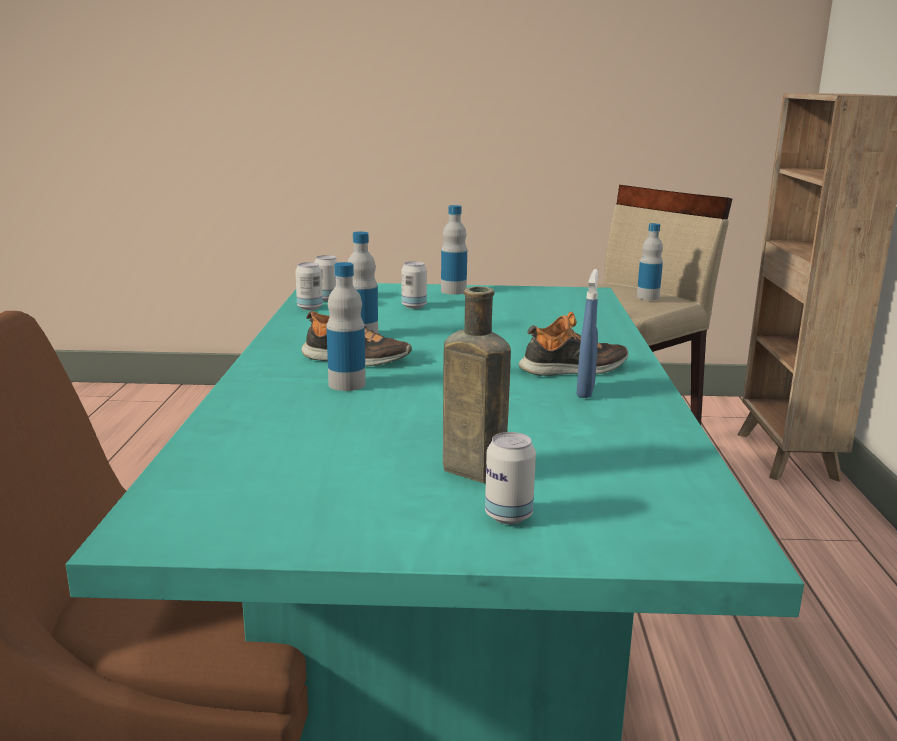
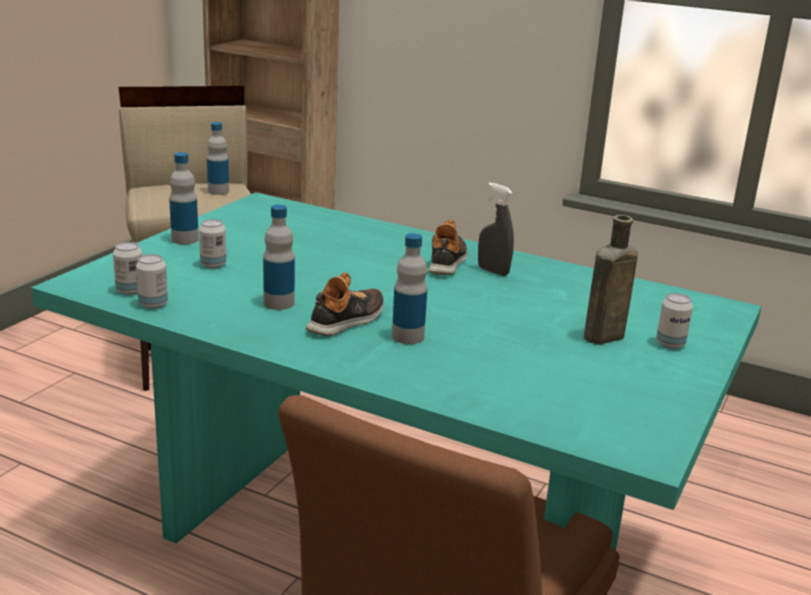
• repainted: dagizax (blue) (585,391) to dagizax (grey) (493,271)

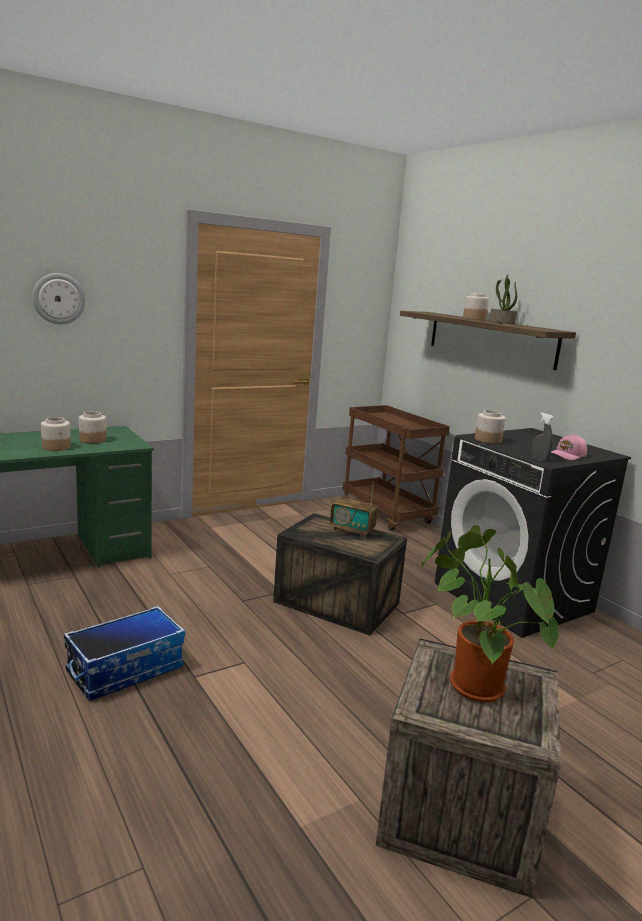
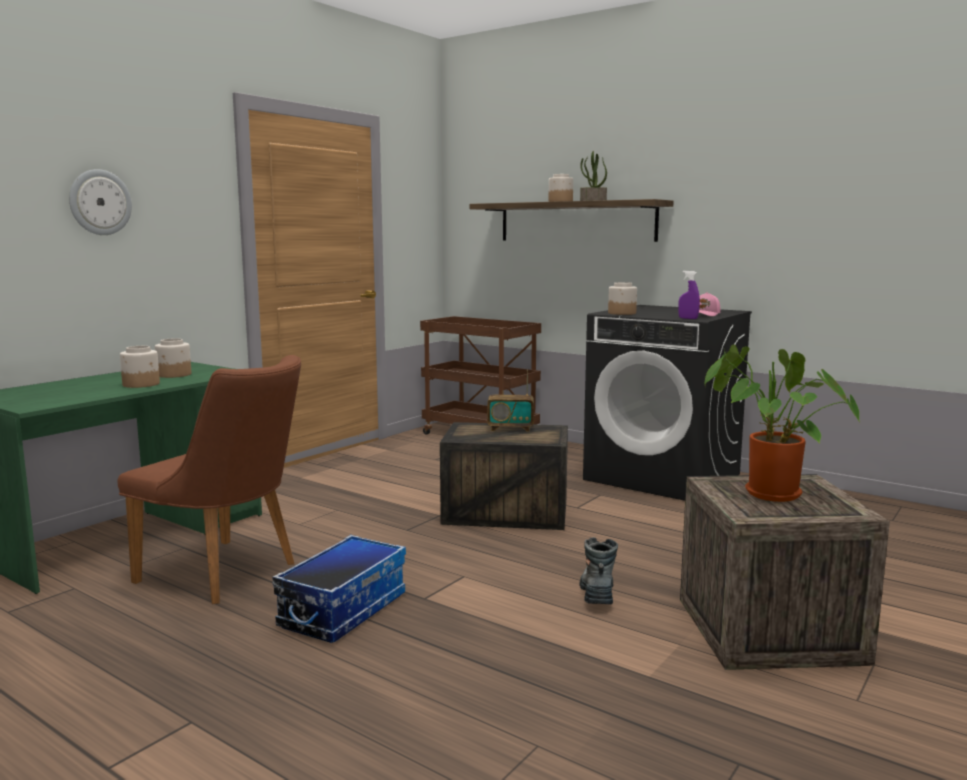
• new: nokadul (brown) (228,574)
• new: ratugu (597,592)
• repainted: dagizax (grey) (539,460) to dagizax (purple) (688,318)

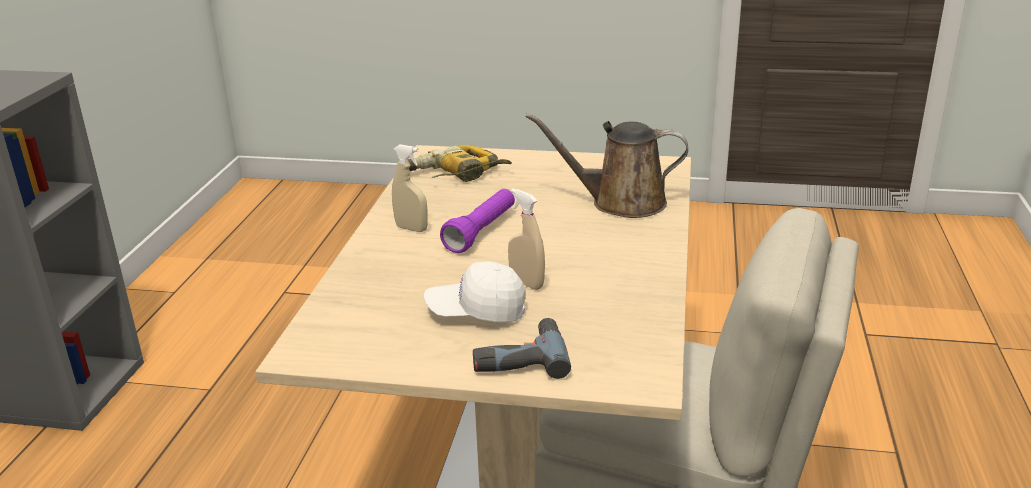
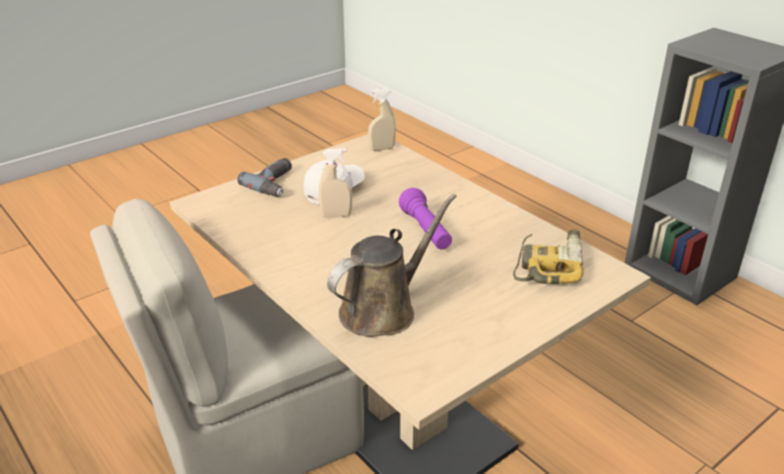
• shifted: dagizax (beige) (411,229) to (382,149)

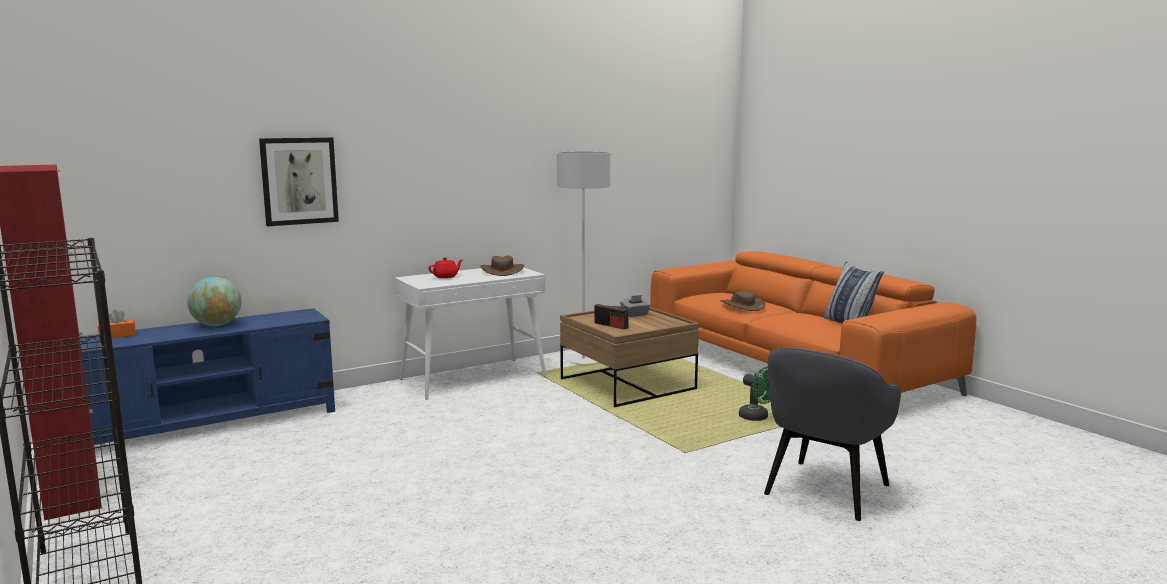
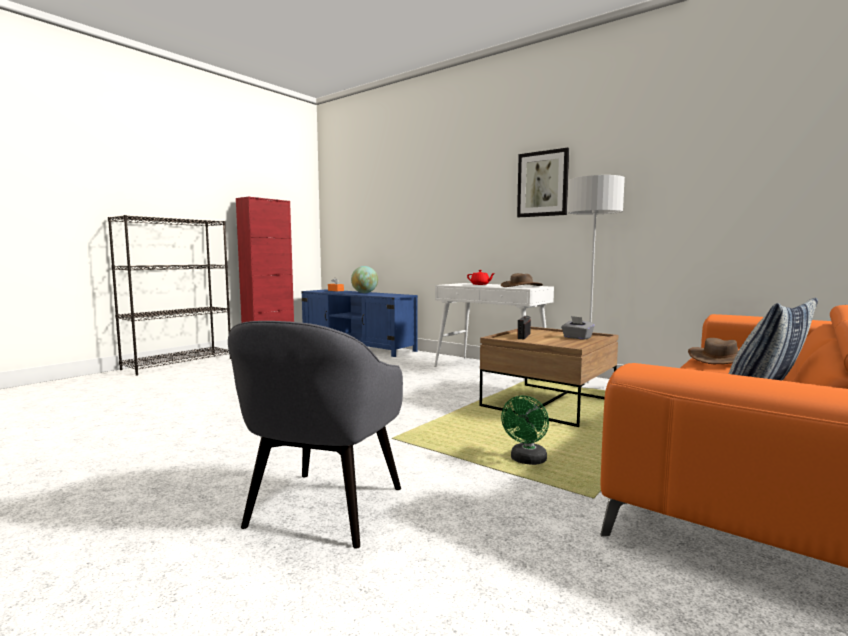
• rotated: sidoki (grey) (825,491) = (324,508) 90 degrees counterclockwise
• shifted: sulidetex (299,181) to (543,184)

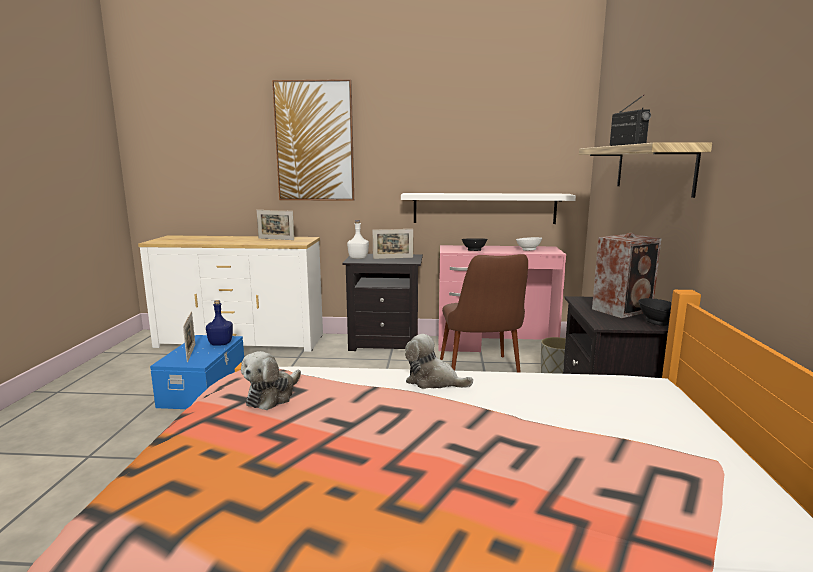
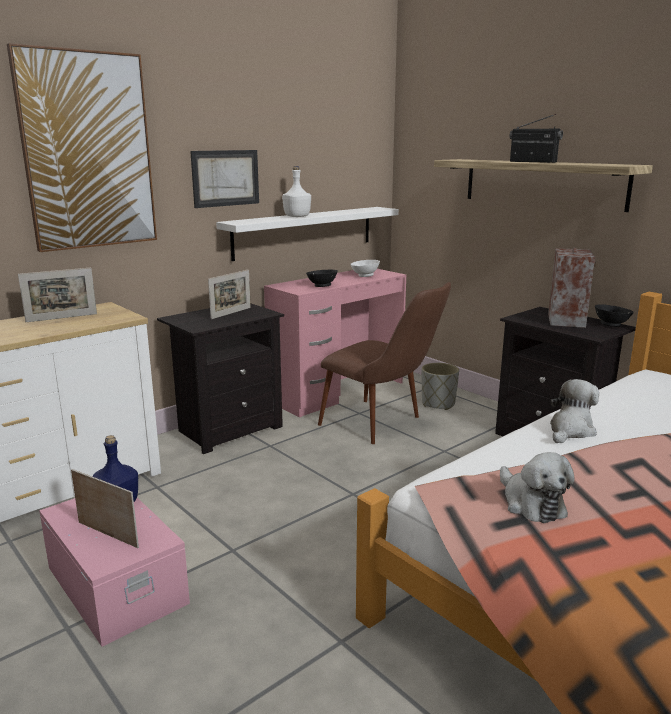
• repainted: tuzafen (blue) (205,388) to tuzafen (pink) (118,584)
• new: sulidetex (225,178)
• shifted: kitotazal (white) (358,258) to (296,216)
• rotated: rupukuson (433,381) = (570,430) 150 degrees clockwise

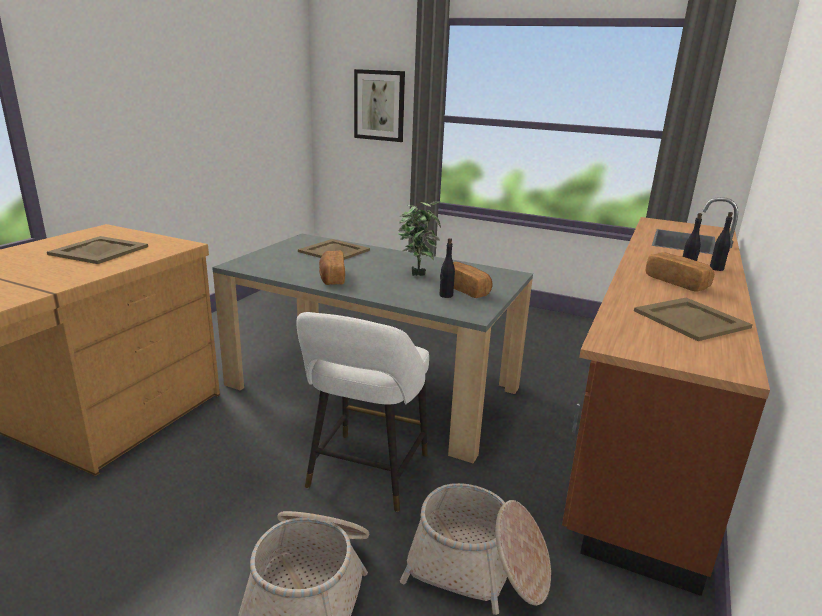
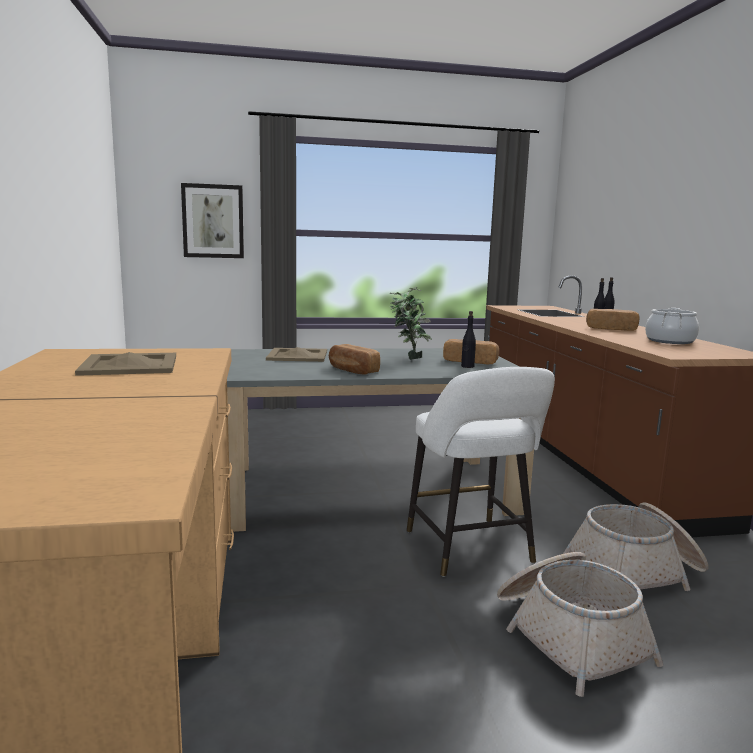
• swapped: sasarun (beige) (691,319) to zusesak (670,341)

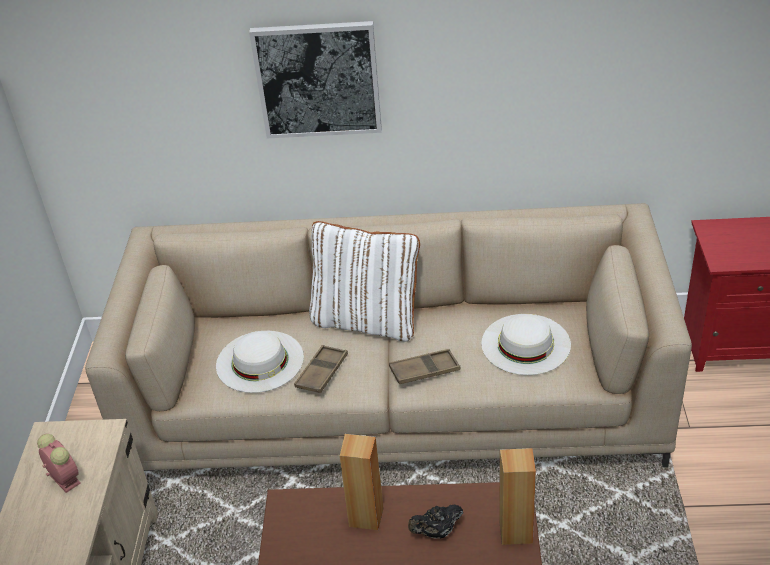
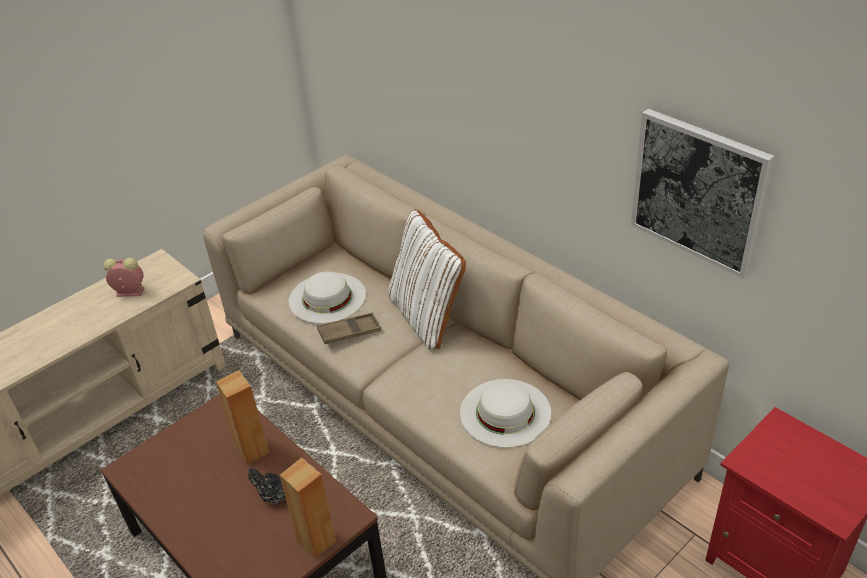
• rotated: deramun (63,478) = (129,292) 90 degrees counterclockwise
• shifted: sulidetex (318,79) to (699,191)
• gone: sasarun (brown) (424,370)

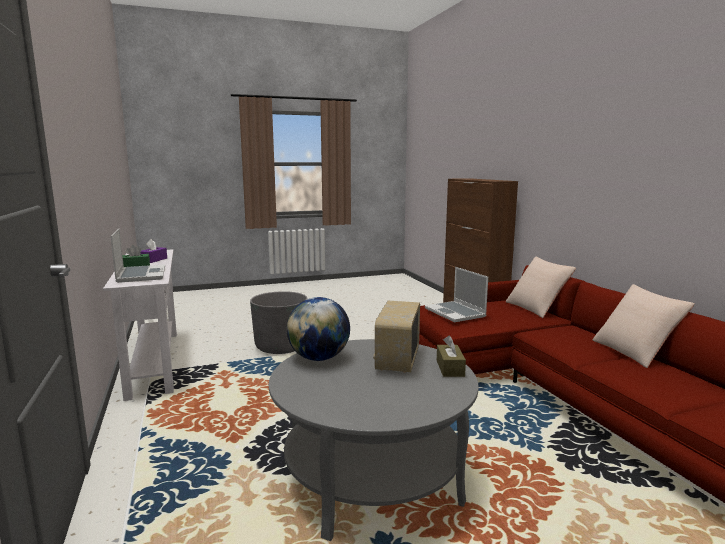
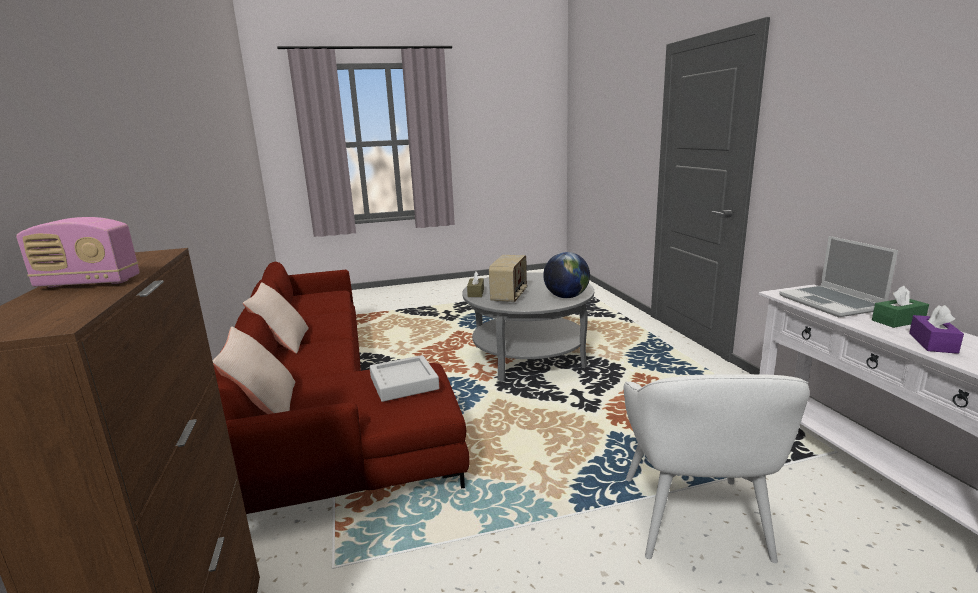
• new: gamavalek (88,283)
• swapped: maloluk (456,313) to sasarun (grey) (404,383)
• swapped: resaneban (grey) (281,346) to sidoki (white) (694,519)

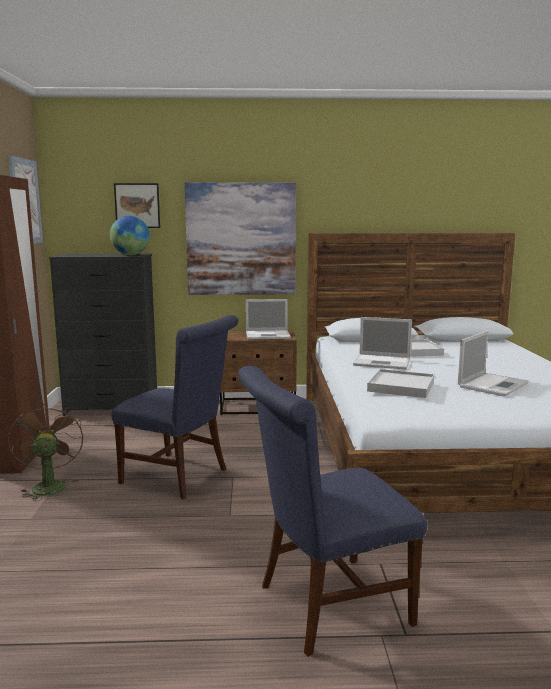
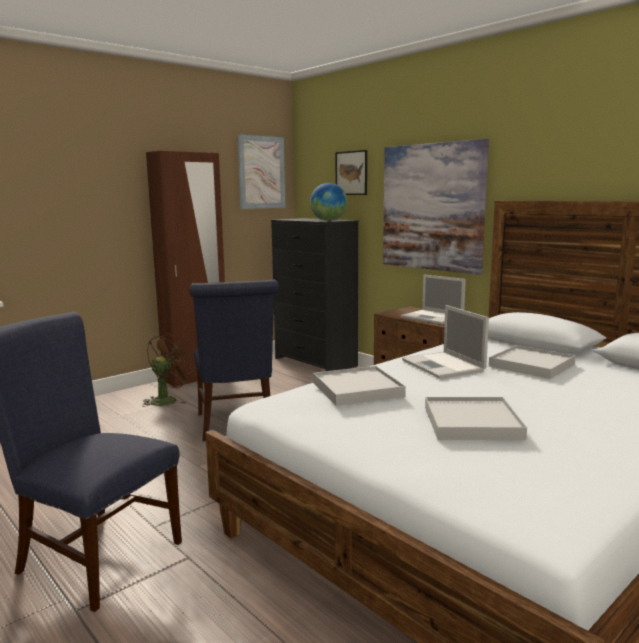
• swapped: maloluk (493,384) to sasarun (white) (472,423)

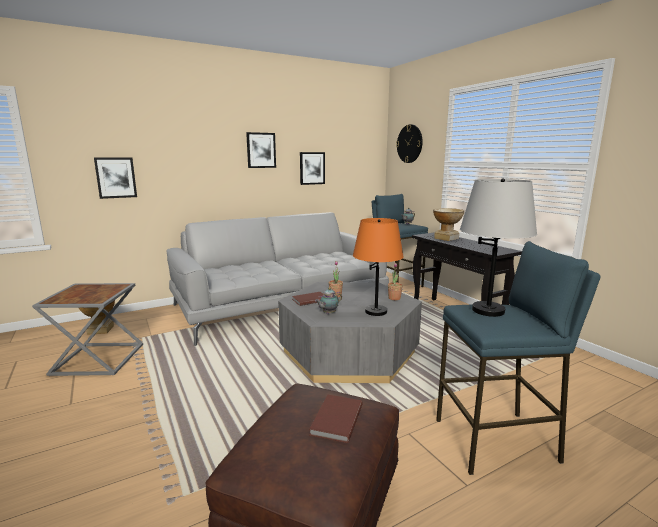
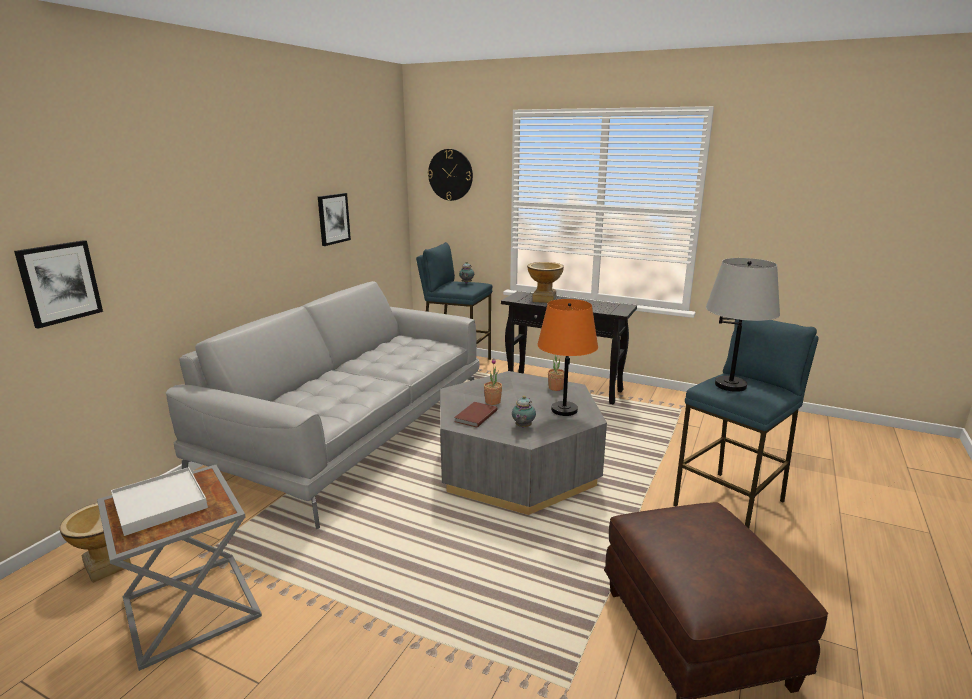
• new: sasarun (white) (160,503)
• gone: sulidetex (261,150)
• gone: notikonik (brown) (335,420)

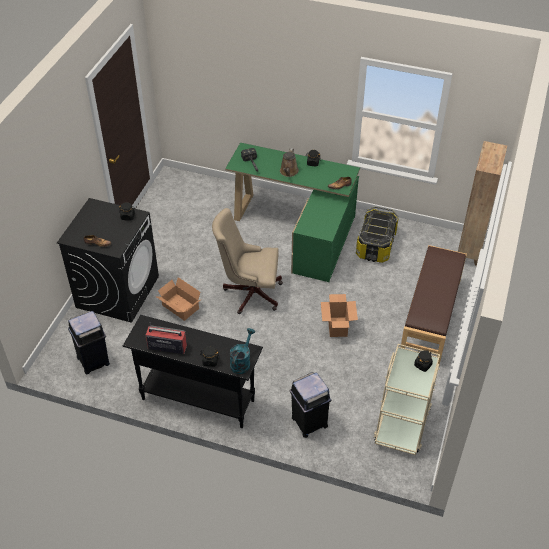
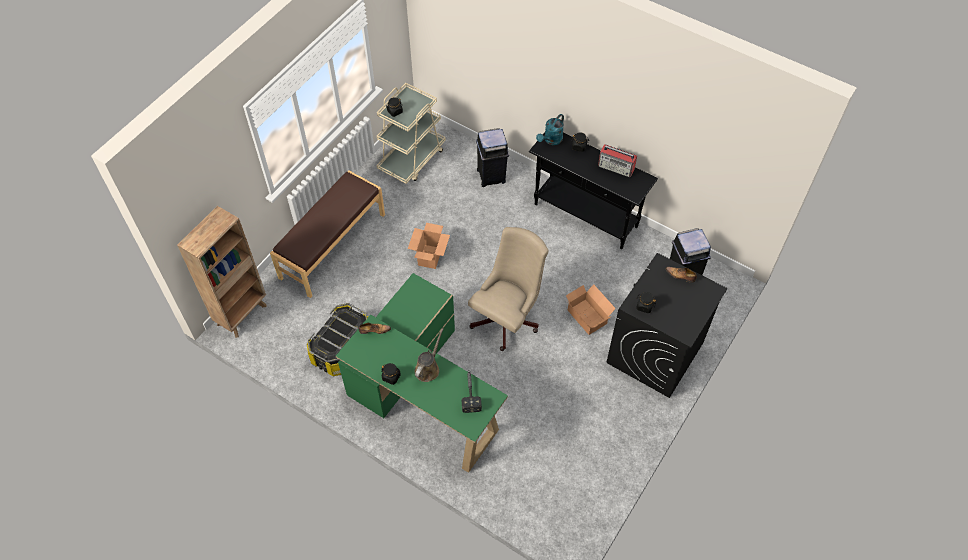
• rotated: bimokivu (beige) (249,292) = (508,317) 75 degrees counterclockwise

